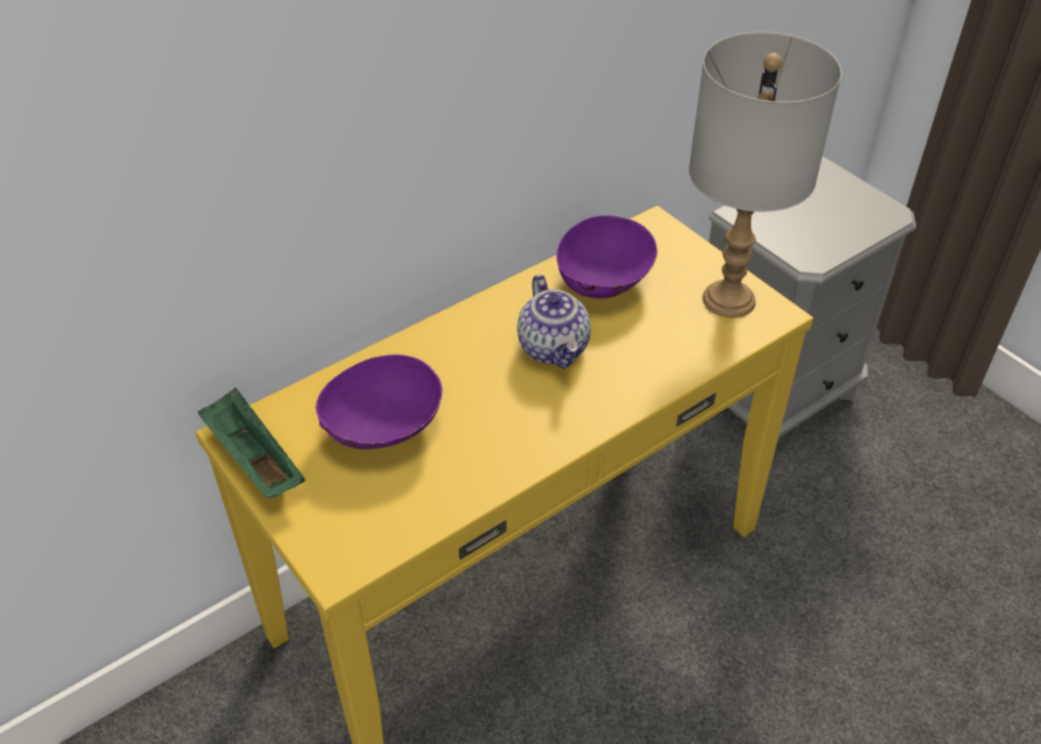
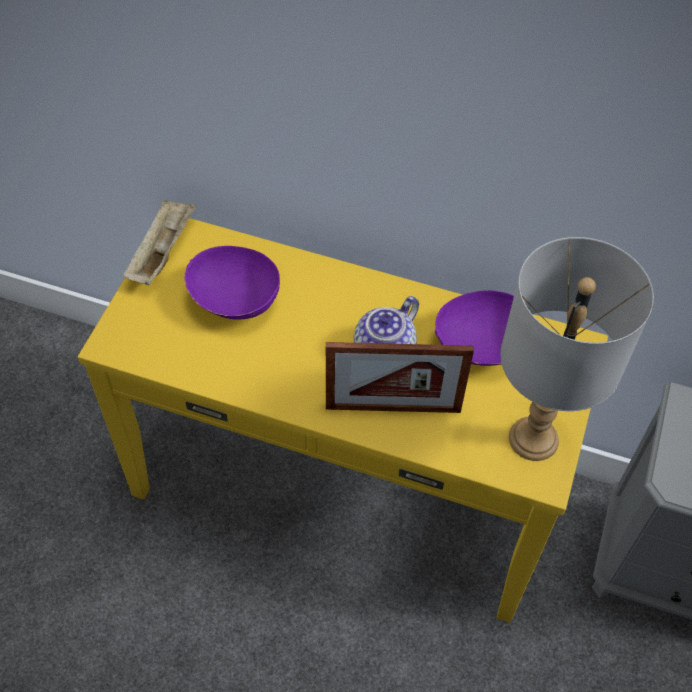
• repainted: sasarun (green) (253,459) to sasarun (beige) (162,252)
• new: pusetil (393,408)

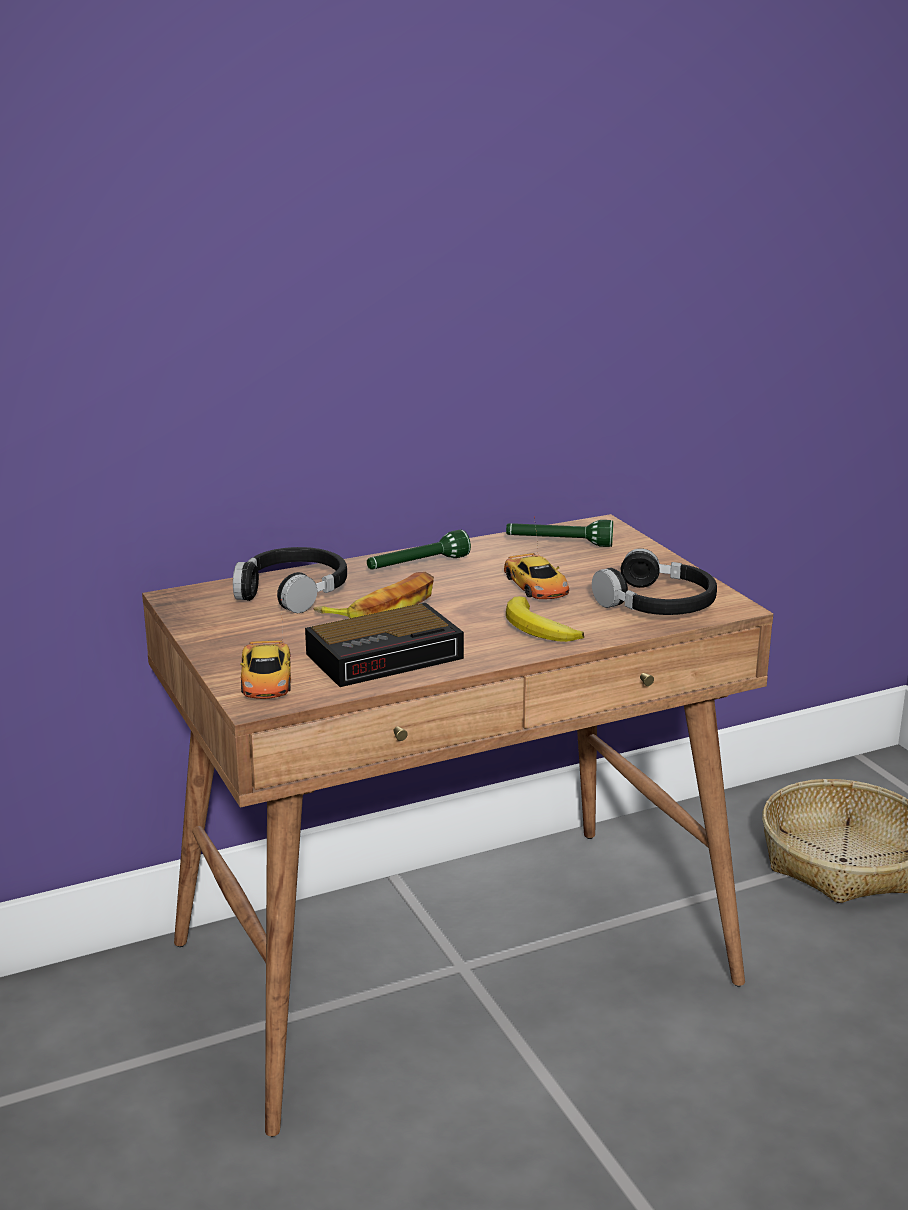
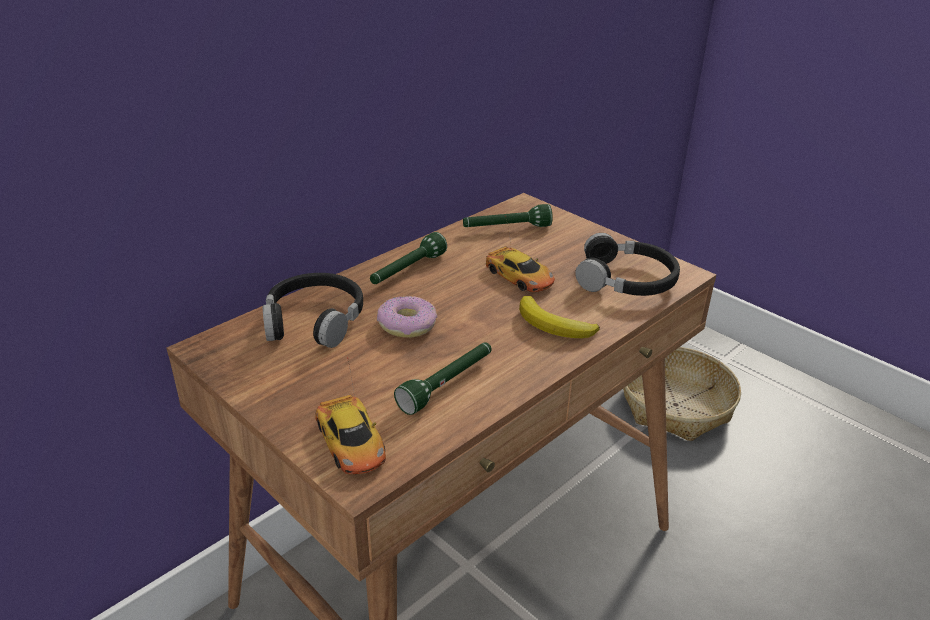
• swapped: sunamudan (383,607) to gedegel (407,324)
• swapped: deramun (388,655) to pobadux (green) (448,384)

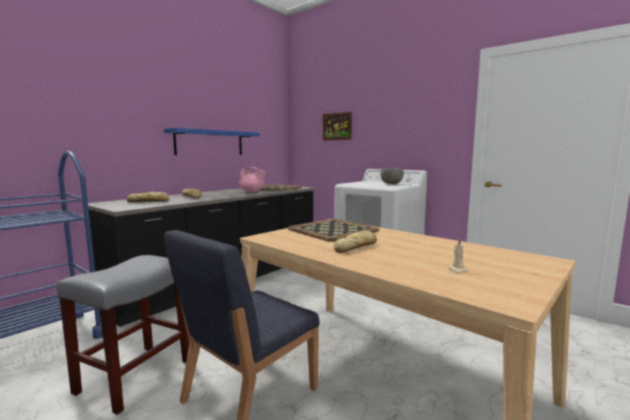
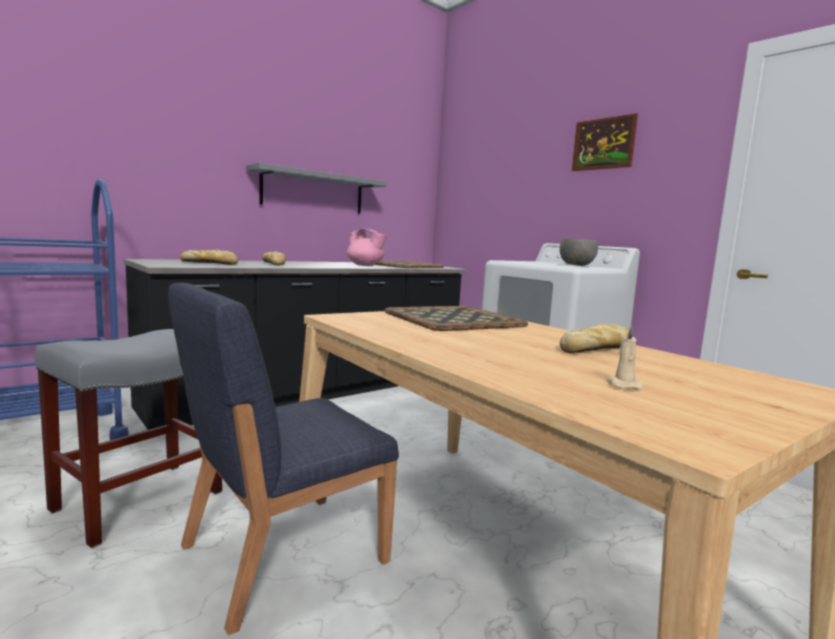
• repainted: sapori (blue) (210,143) to sapori (grey) (313,192)
• shifted: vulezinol (356,247) to (597,348)
• shifted: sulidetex (337,126) to (603,144)

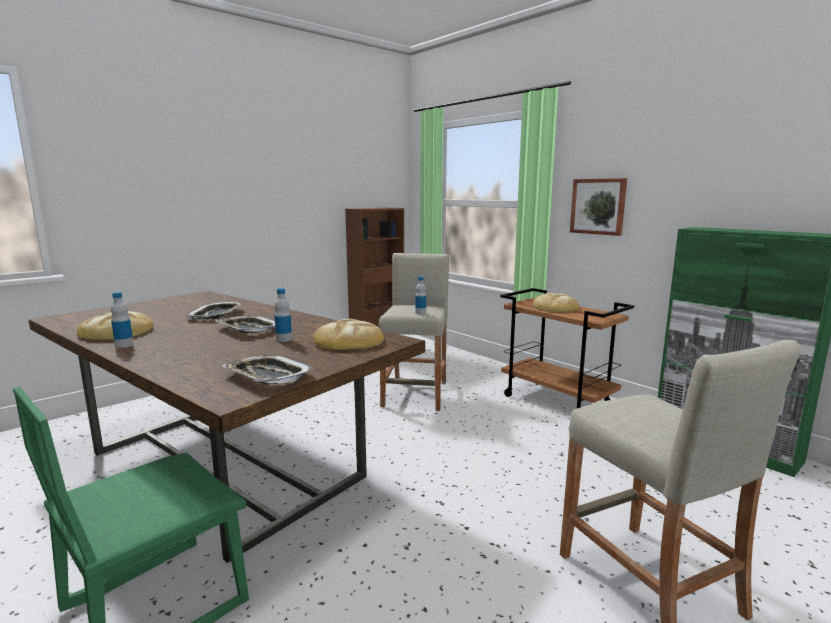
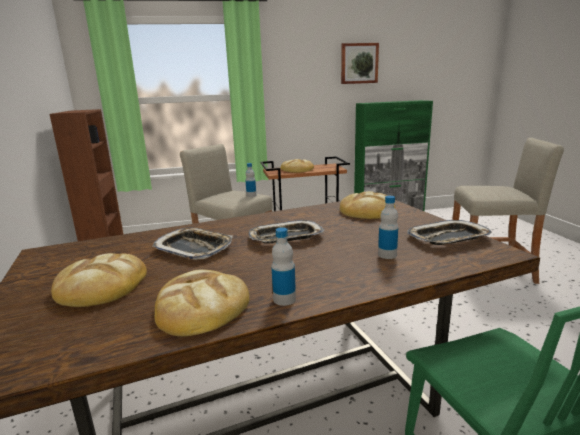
• new: vulezinol (102,285)
• shifted: sulidetex (598,206) to (359,63)
• shifted: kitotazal (284,339) to (387,255)

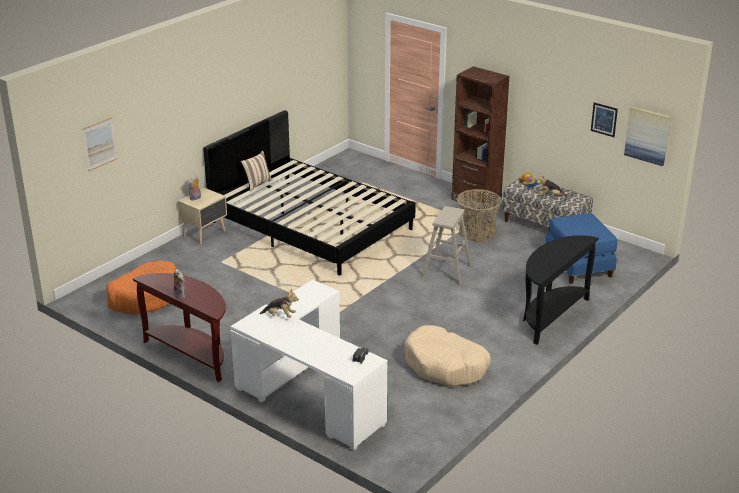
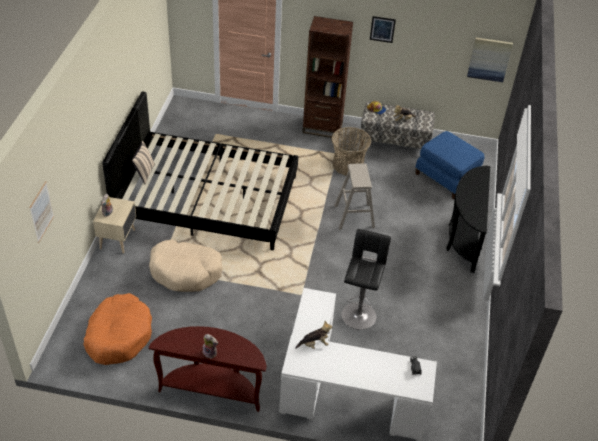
• shifted: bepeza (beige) (445,366) to (186,271)
• new: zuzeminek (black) (359,313)
• shifted: sulidetex (604,119) to (382,29)

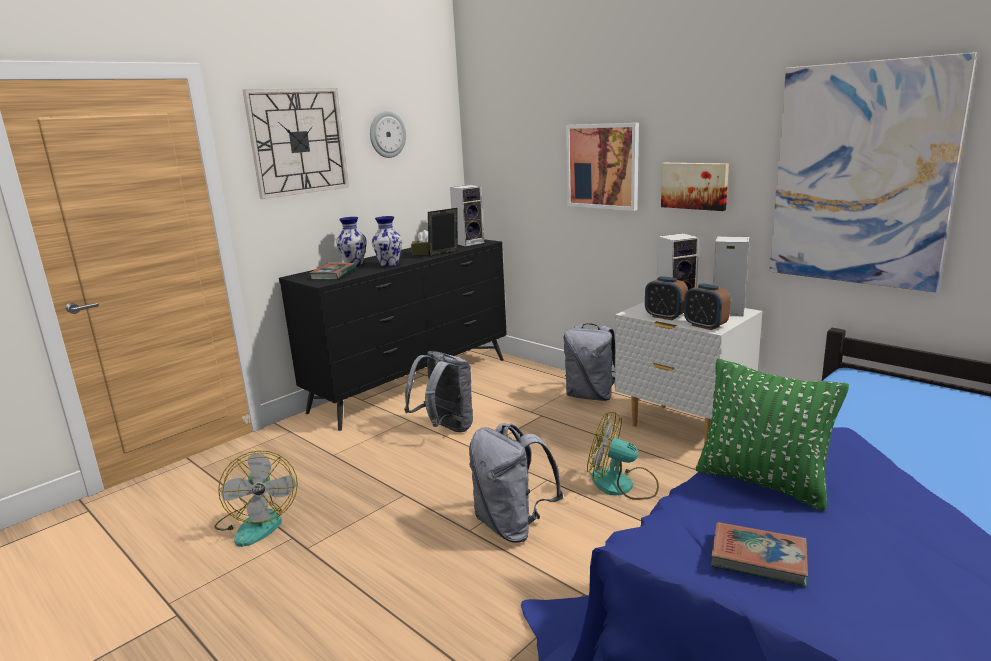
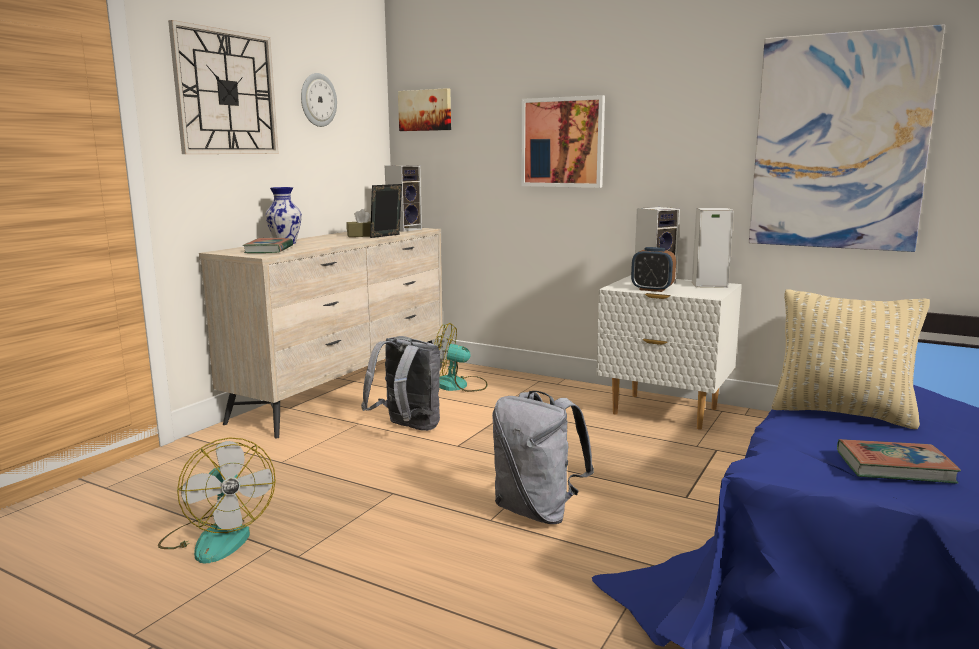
• repainted: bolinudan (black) (413,384) to bolinudan (beige) (345,390)
• shifted: sulidetex (695,185) to (425,110)
• shifted: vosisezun (622,485) to (458,385)
• repainted: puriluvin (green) (762,482) to puriluvin (beige) (842,413)
• gone: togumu (390,264)
• gone: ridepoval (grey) (591,396)
• gone: deramun (705,326)

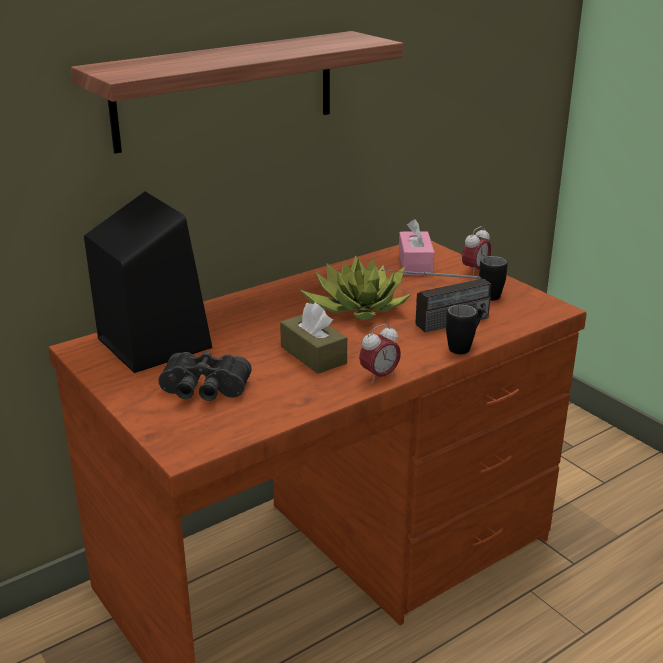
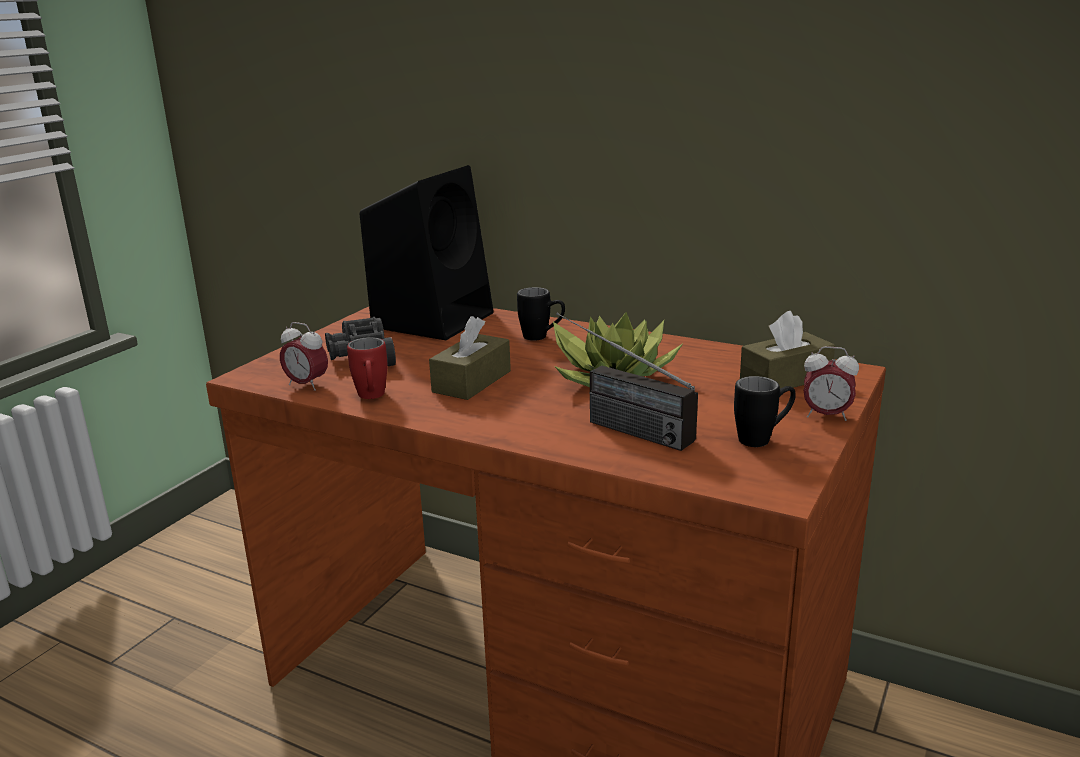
• shifted: deramun (379,376) to (306,385)
• new: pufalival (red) (371,397)
• shifted: pufalival (black) (464,347) to (542,337)
• repainted: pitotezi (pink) (415,264) to pitotezi (brown) (785,378)
• gone: sapori (226,90)

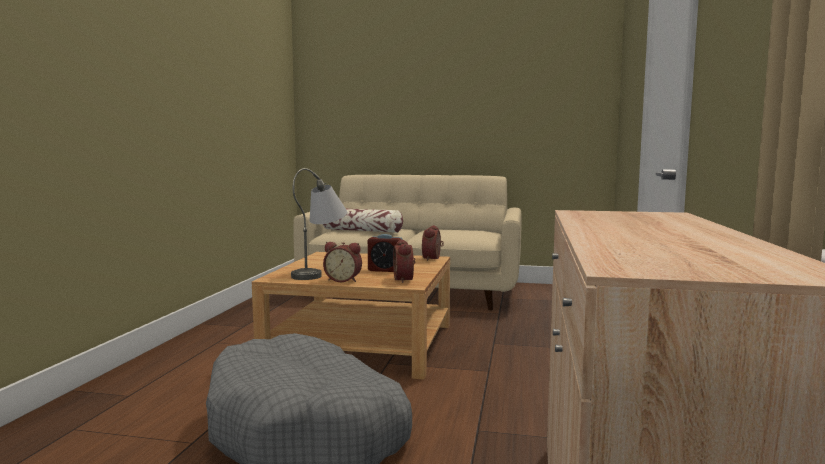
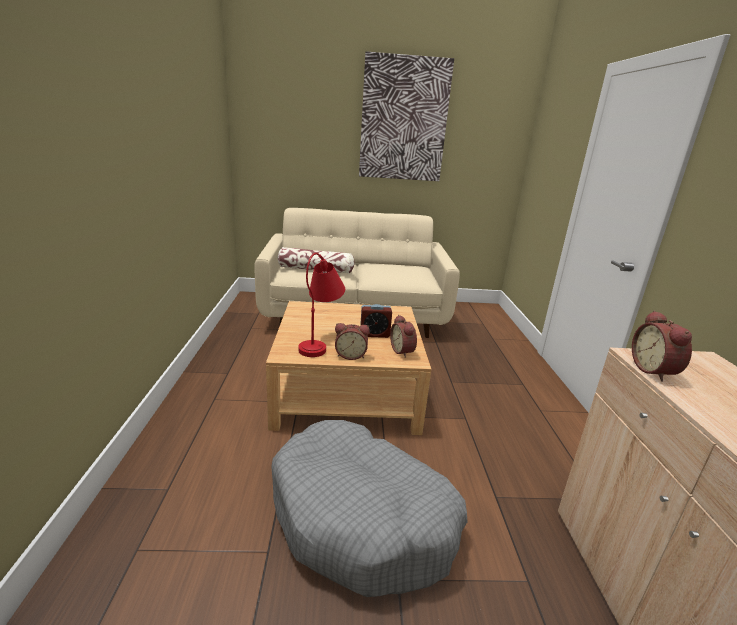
• repainted: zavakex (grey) (321,273) to zavakex (red) (321,342)
• new: sulidetex (404,120)
• shifted: deramun (433,258) to (655,371)

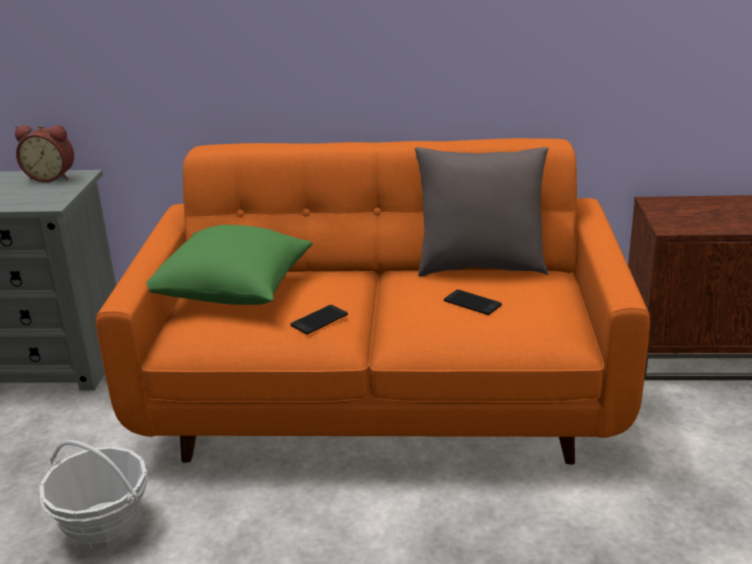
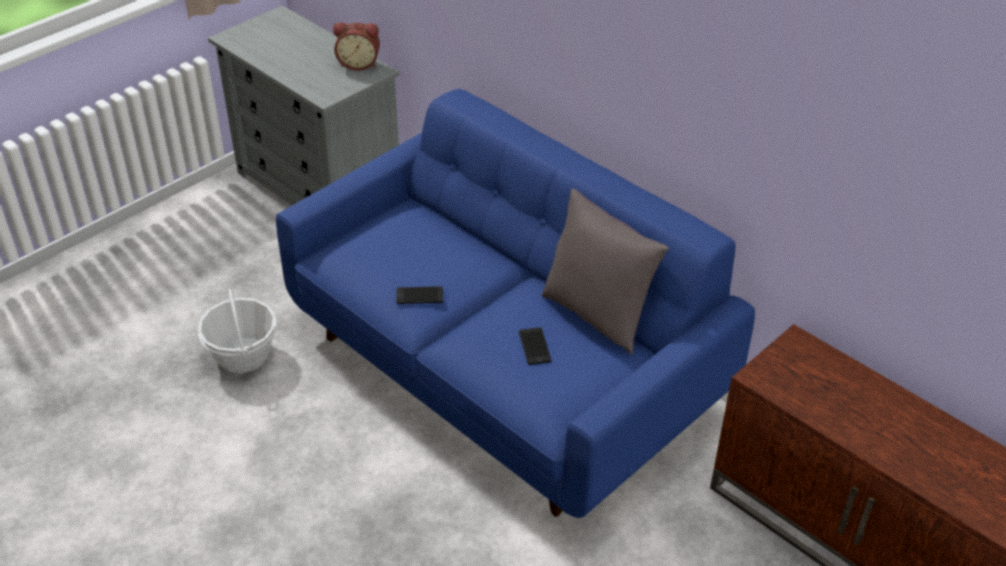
• repainted: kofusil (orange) (382,396) to kofusil (blue) (504,370)
• rotated: deramun (51,177) = (359,64) 45 degrees counterclockwise
• gone: puriluvin (green) (232,291)

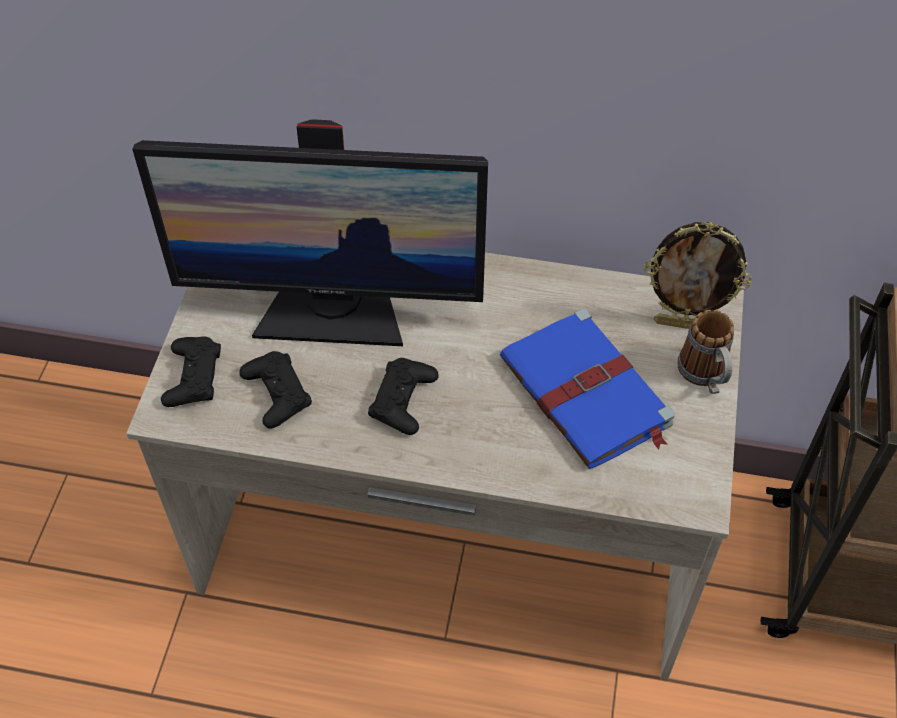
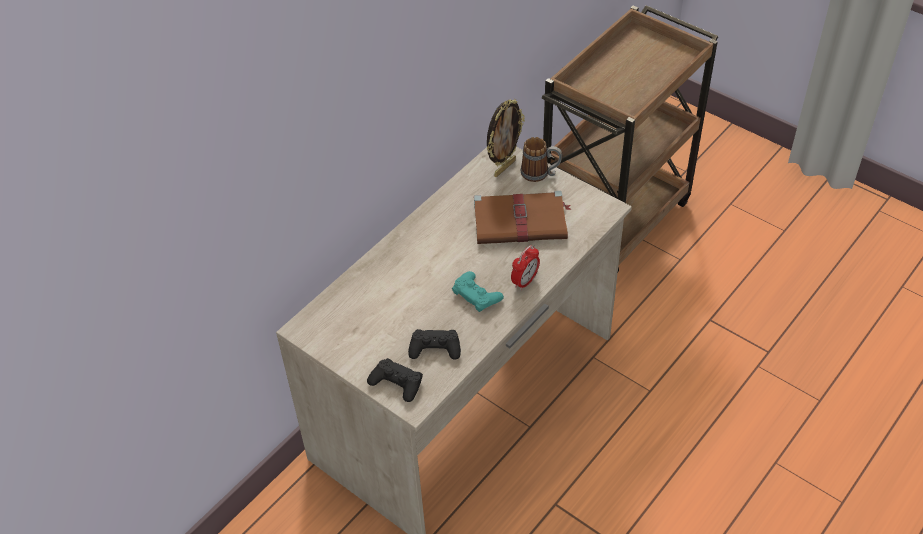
• repainted: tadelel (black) (403,400) to tadelel (turquoise) (476,295)
• repainted: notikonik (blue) (587,394) to notikonik (brown) (522,221)
• new: deramun (525,281)
• gone: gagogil (332,311)

